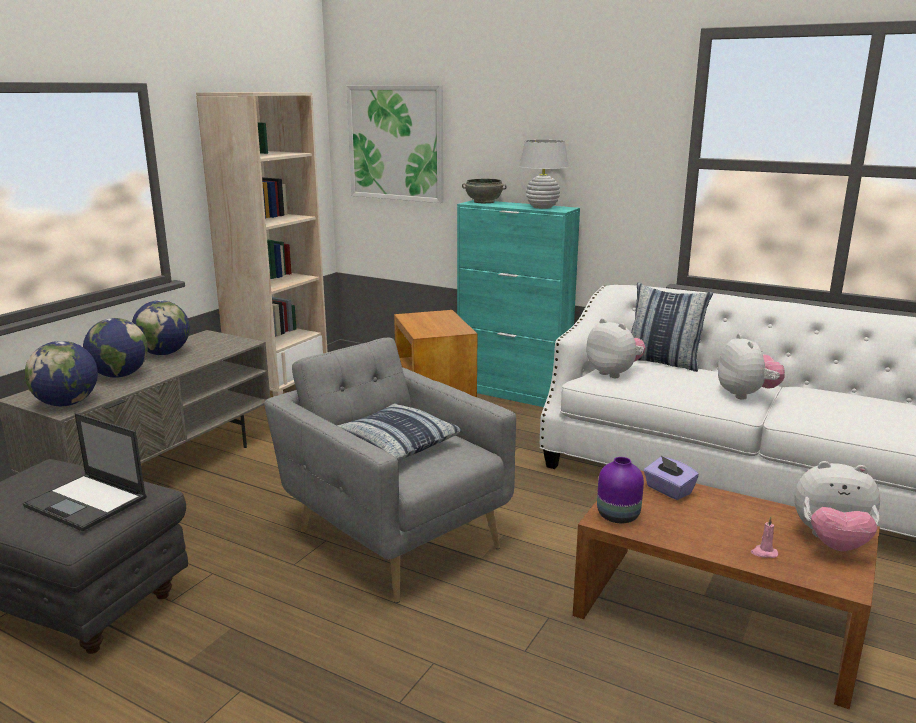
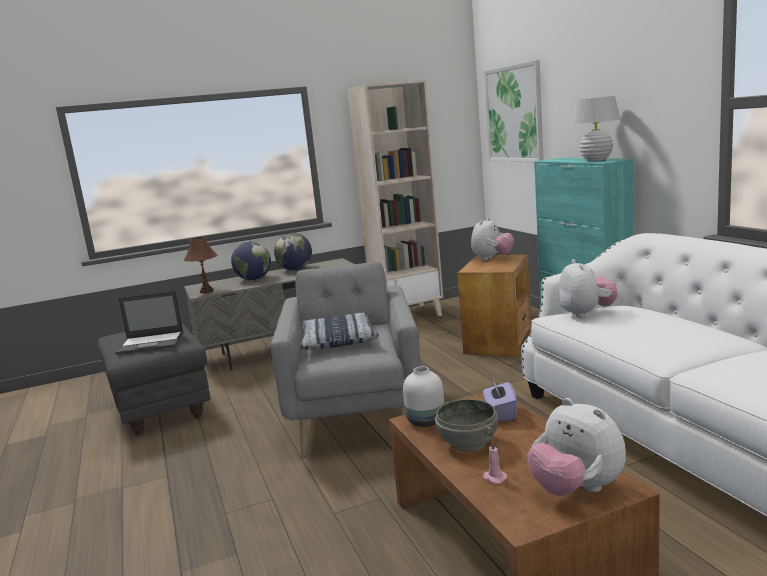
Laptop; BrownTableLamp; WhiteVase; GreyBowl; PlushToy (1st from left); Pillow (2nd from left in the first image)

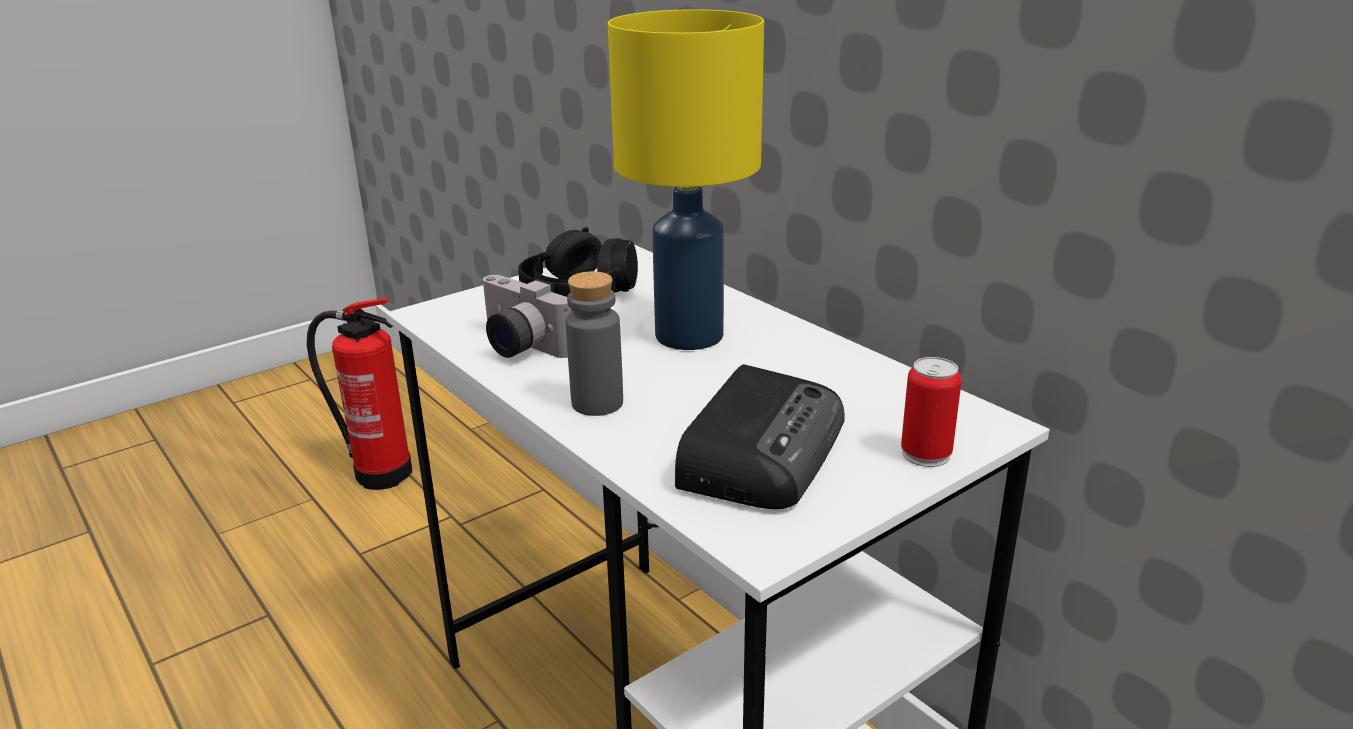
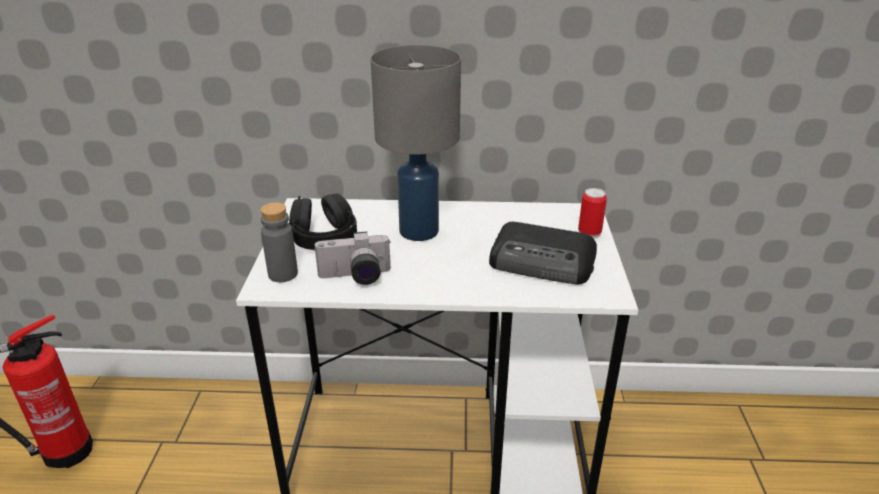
GreyBottle; GreyTableLamp; Radio

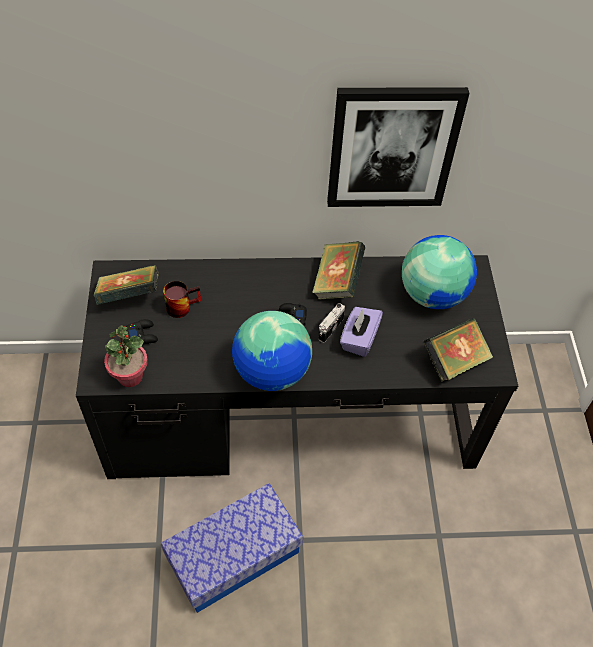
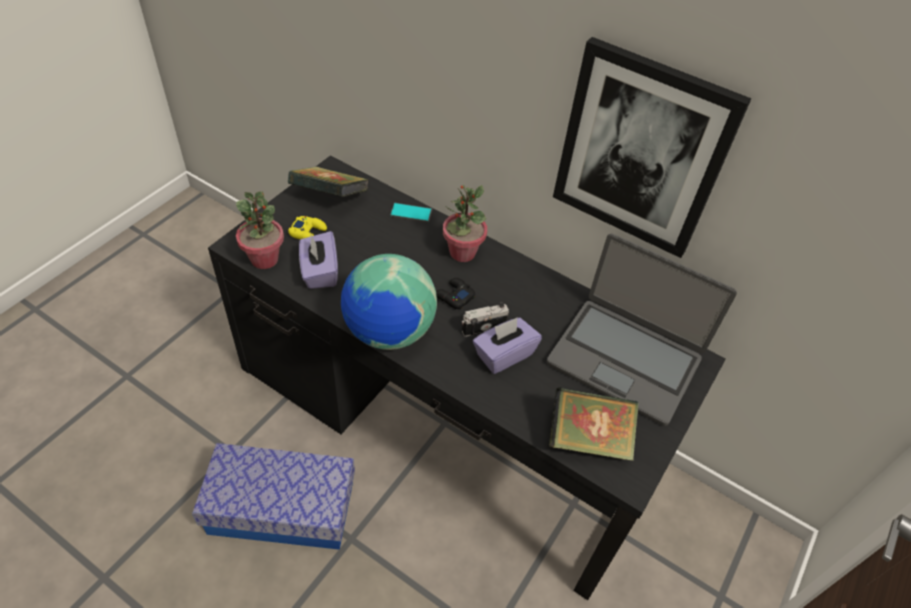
YellowGameController; PurpleTissueBox (1st from left); Phone; PottedPlant (2nd from left); Laptop; Mug; Book (2nd from left in the first image)

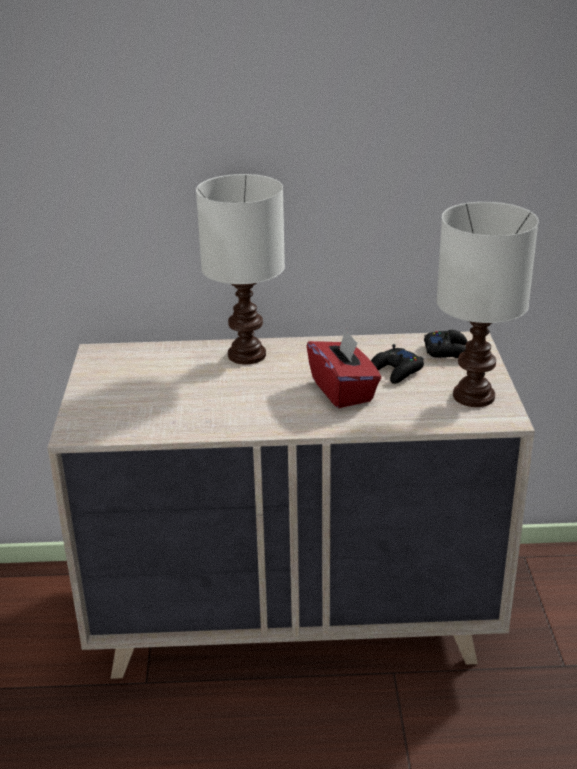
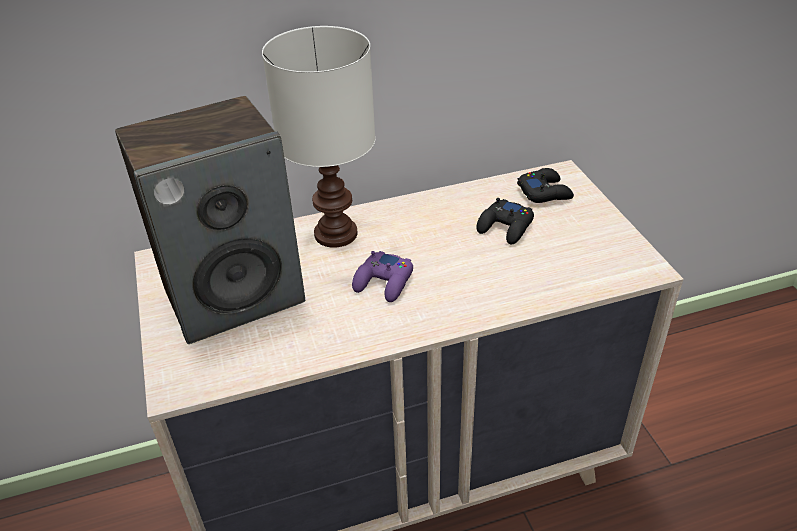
Speaker; PurpleGameController; RedTissueBox; WhiteTableLamp (2nd from left in the first image)

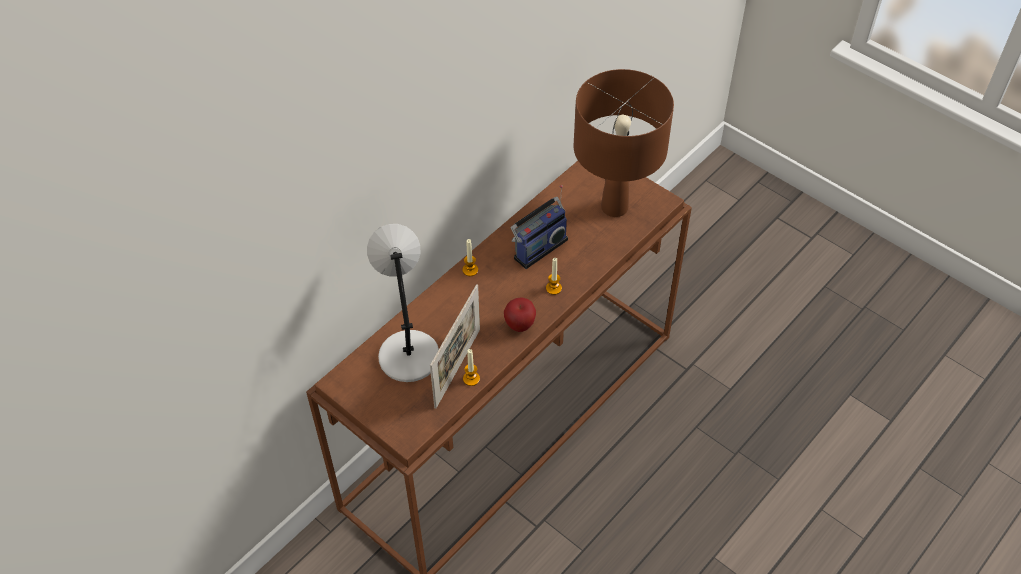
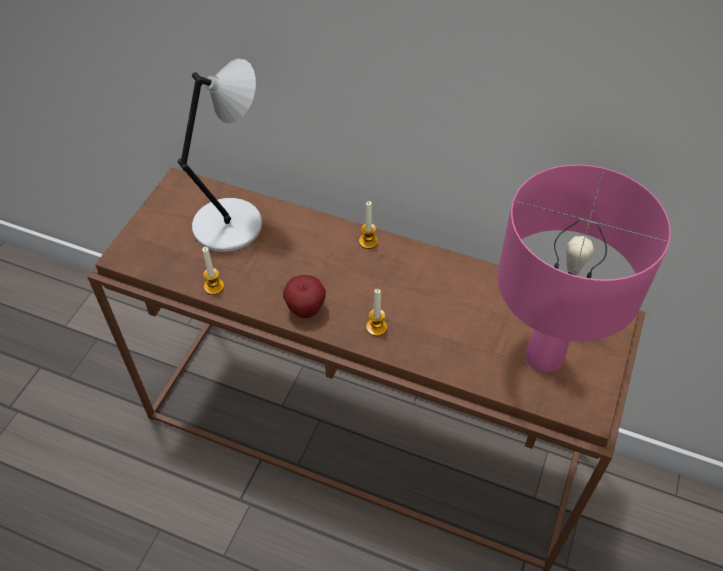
PinkTableLamp; PictureFrame; Radio

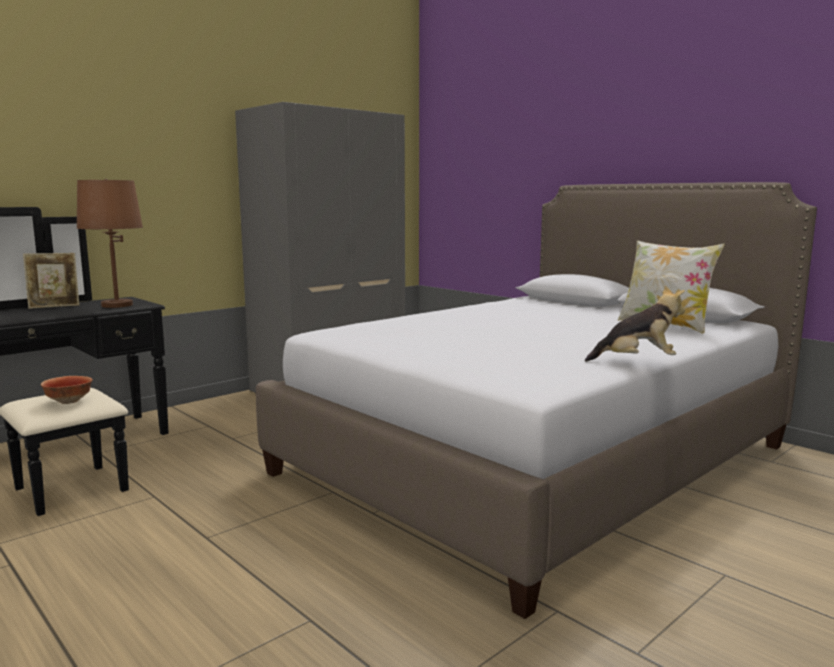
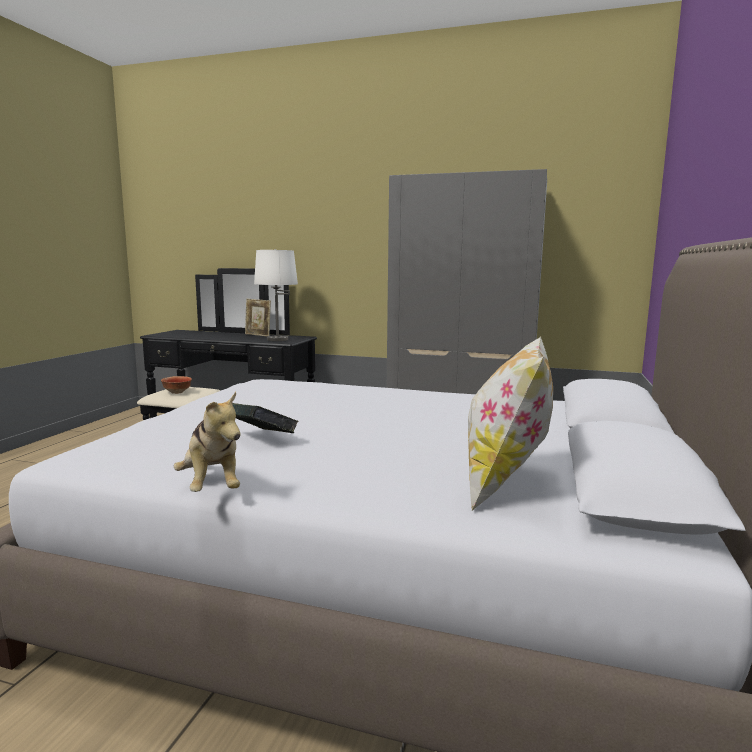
Book; WhiteTableLamp

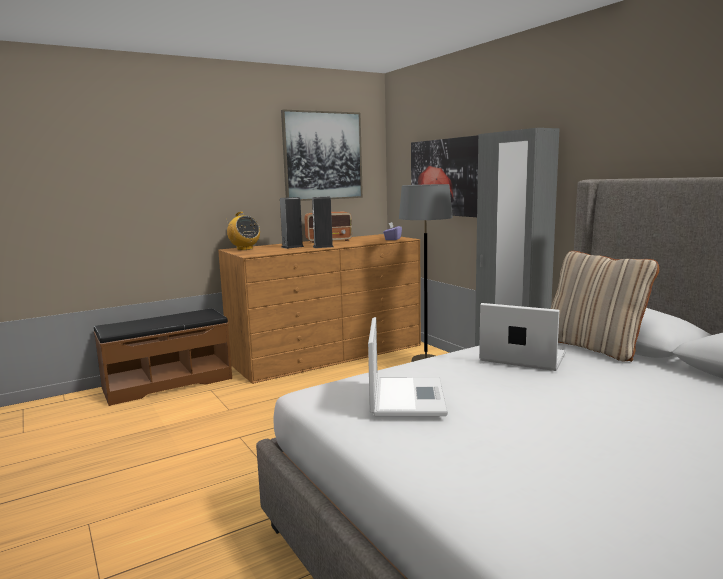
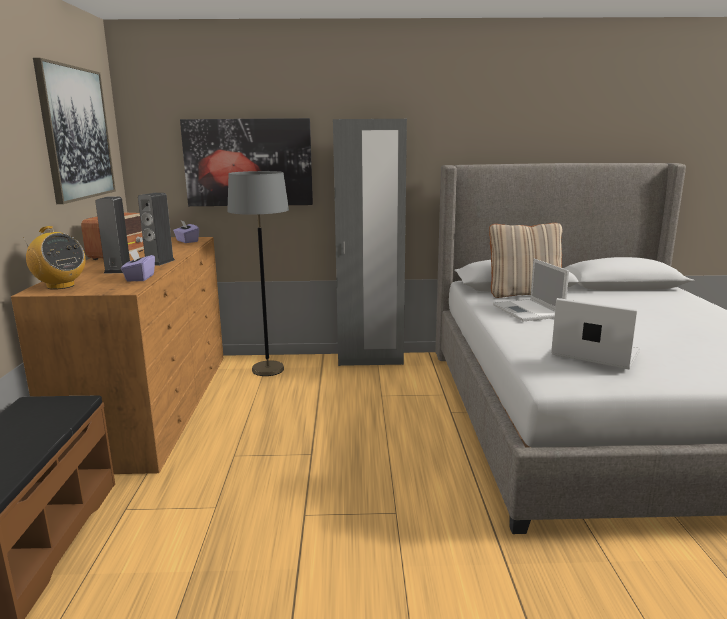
Radio (1st from left); PurpleTissueBox (1st from left); Laptop (1st from left)

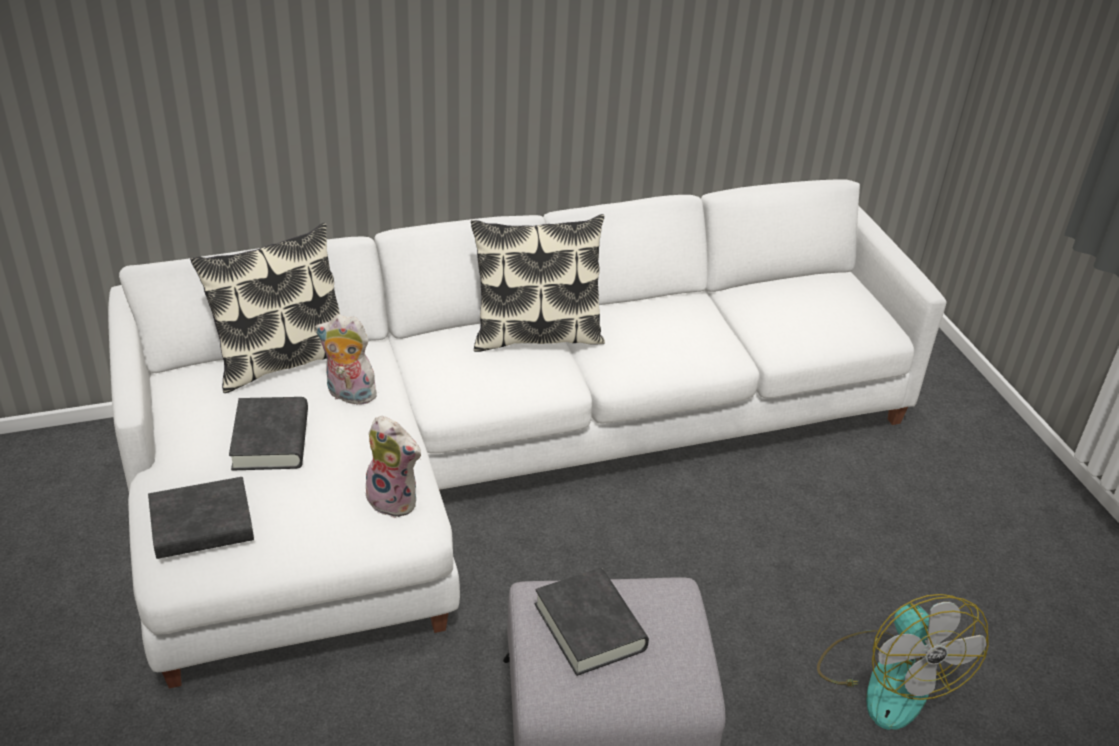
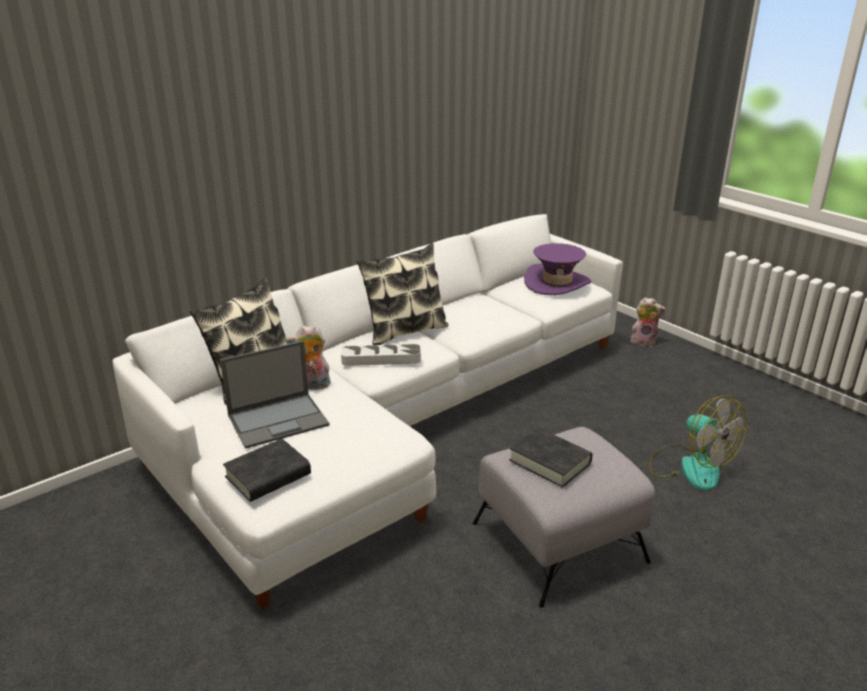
Laptop; GreyTray; PurpleHat; PlushToy (2nd from left)

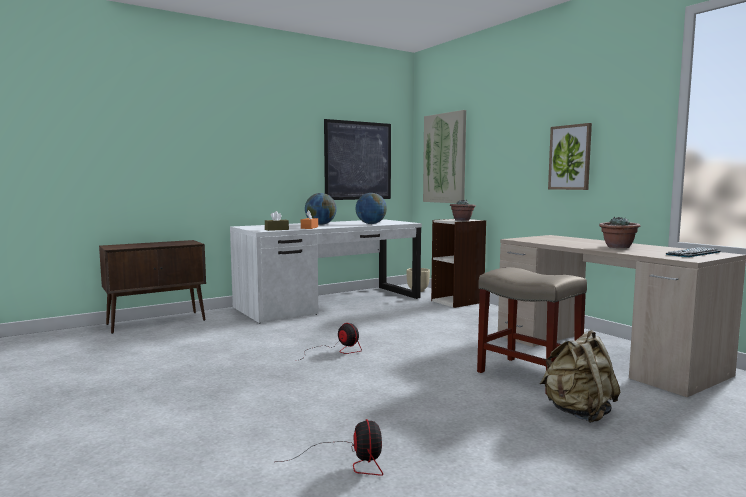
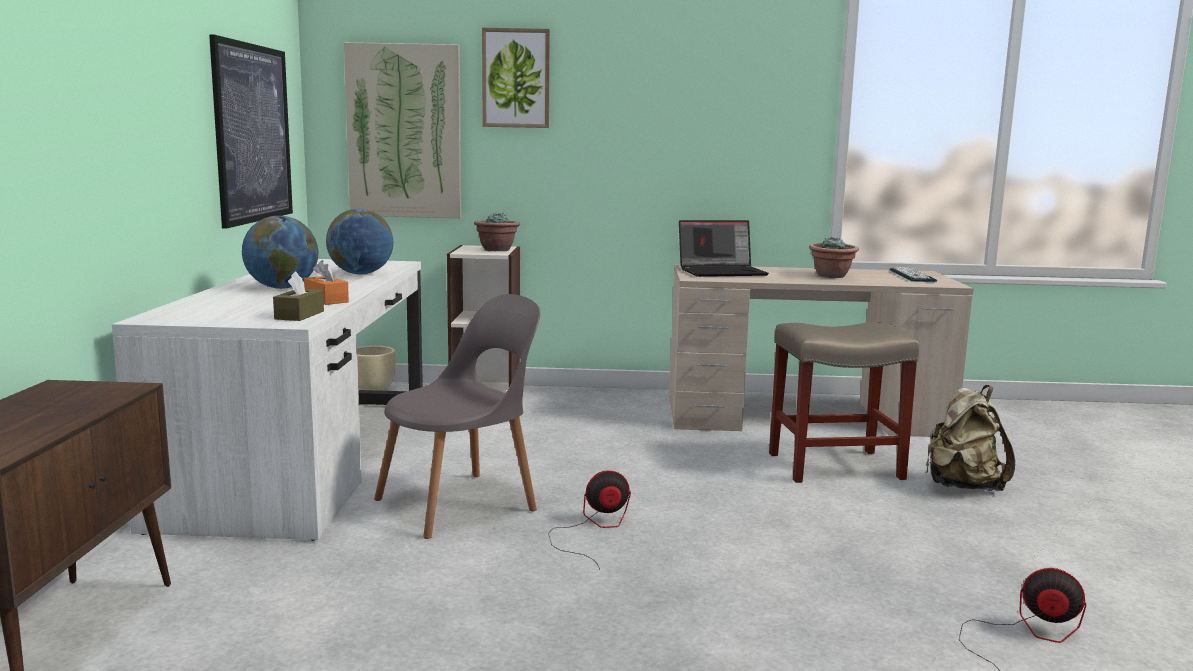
GreyChair; Picture (3rd from left); Laptop

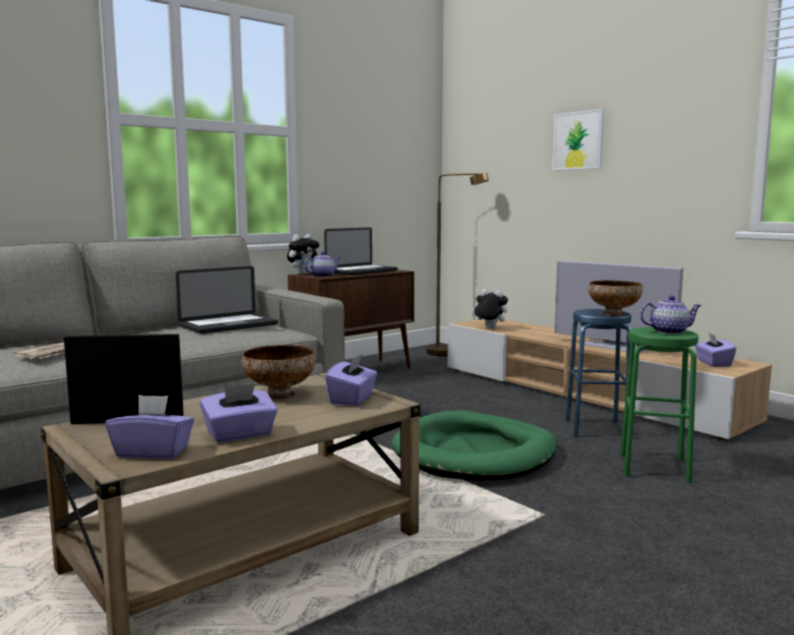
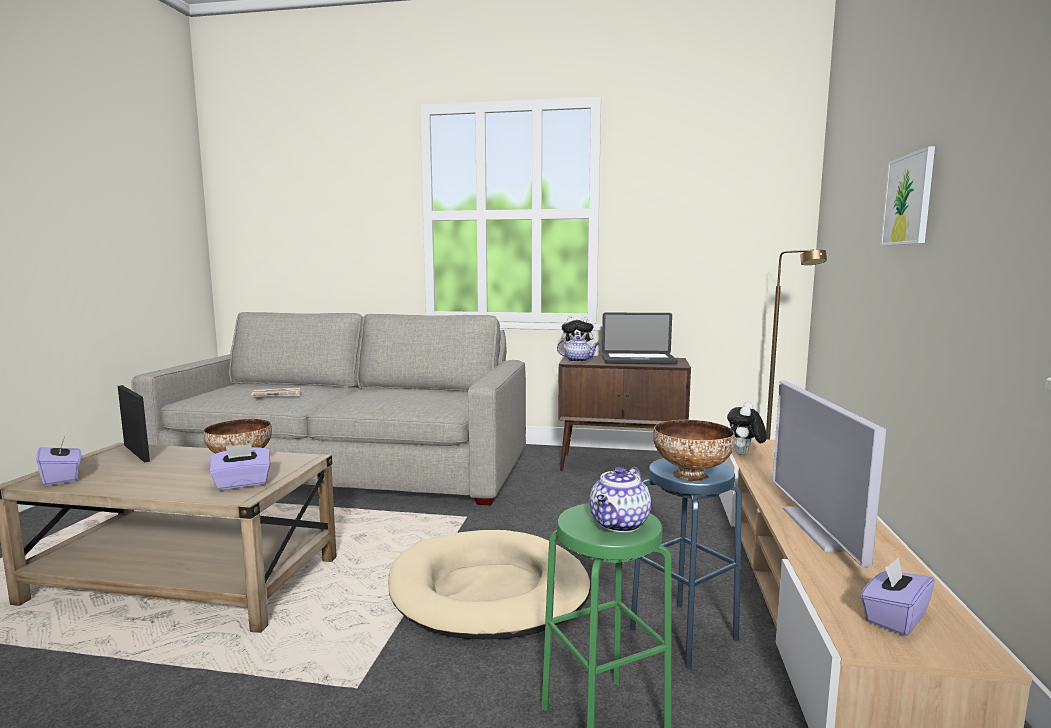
BeigeDogBed; Teapot (2nd from left); PlushToy (2nd from left); Laptop (1st from left in the first image); PurpleTissueBox (2nd from left in the first image)

